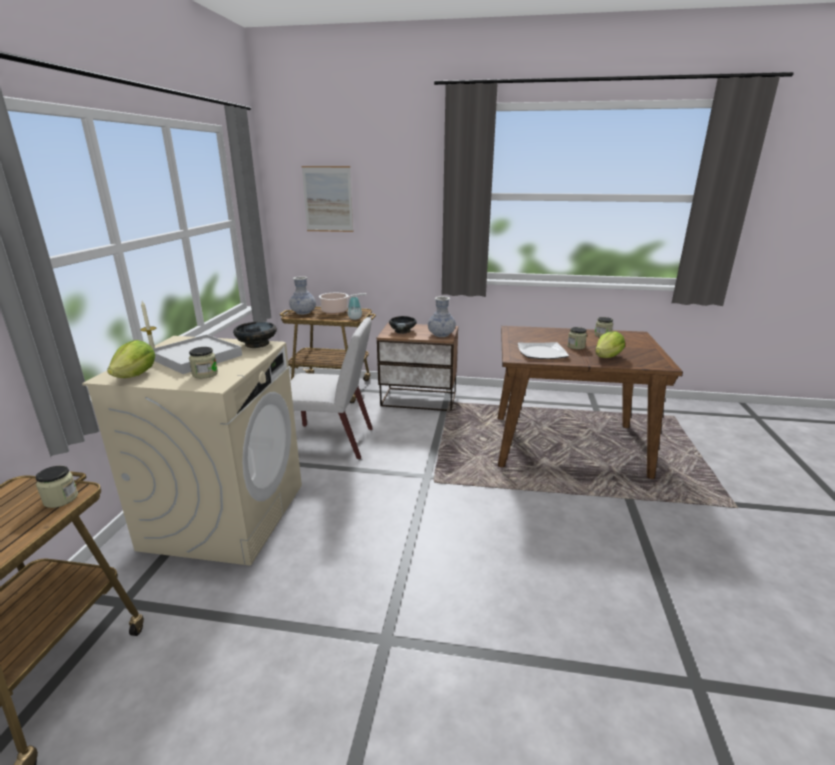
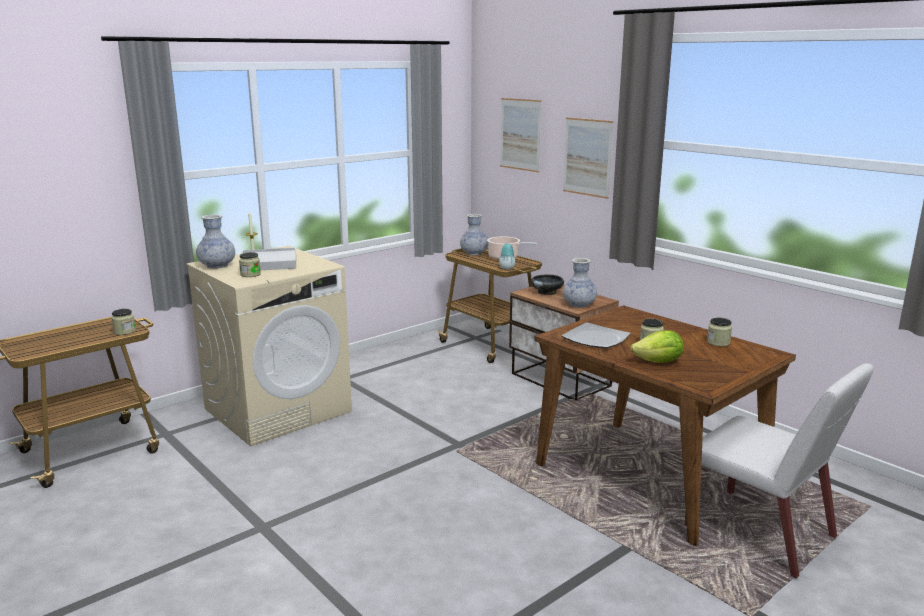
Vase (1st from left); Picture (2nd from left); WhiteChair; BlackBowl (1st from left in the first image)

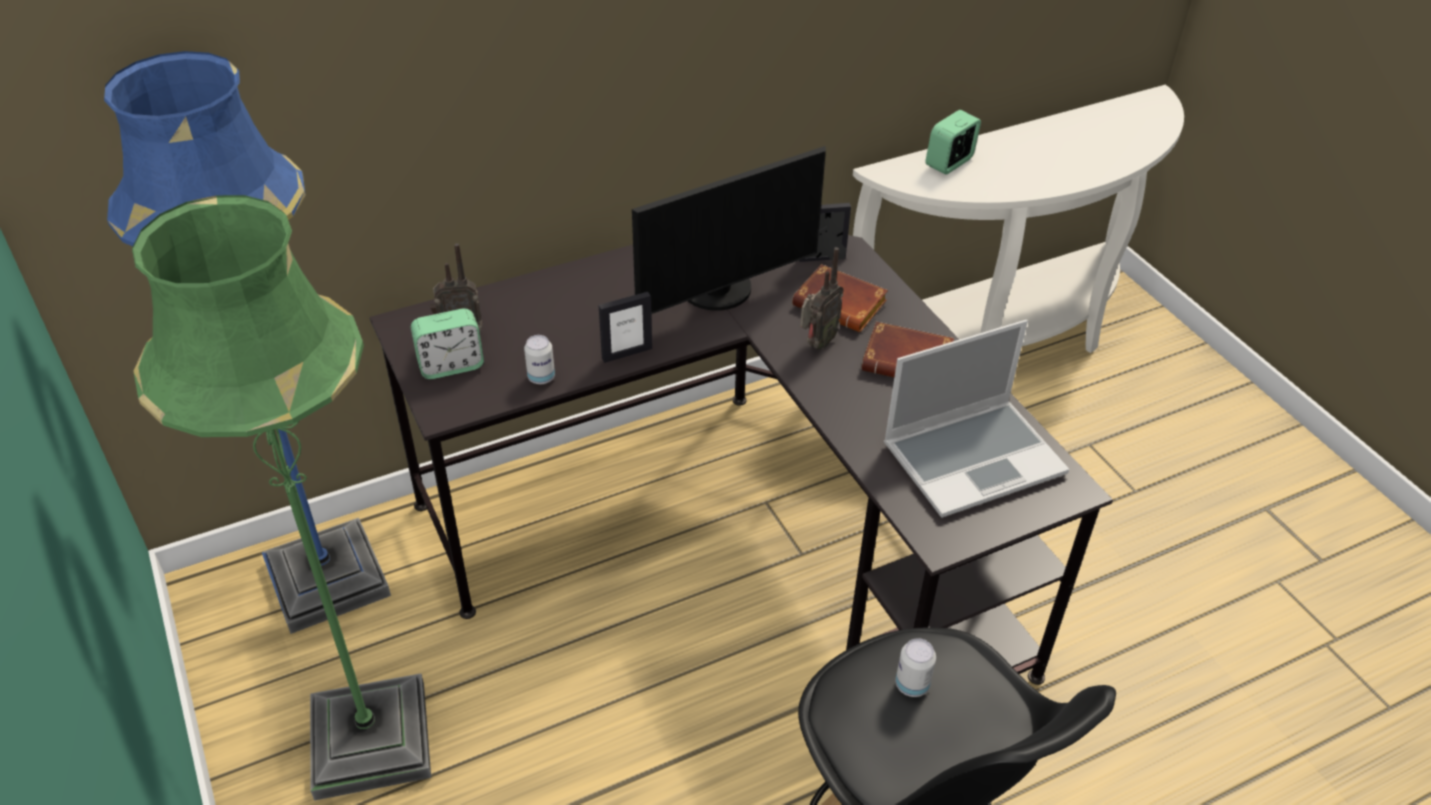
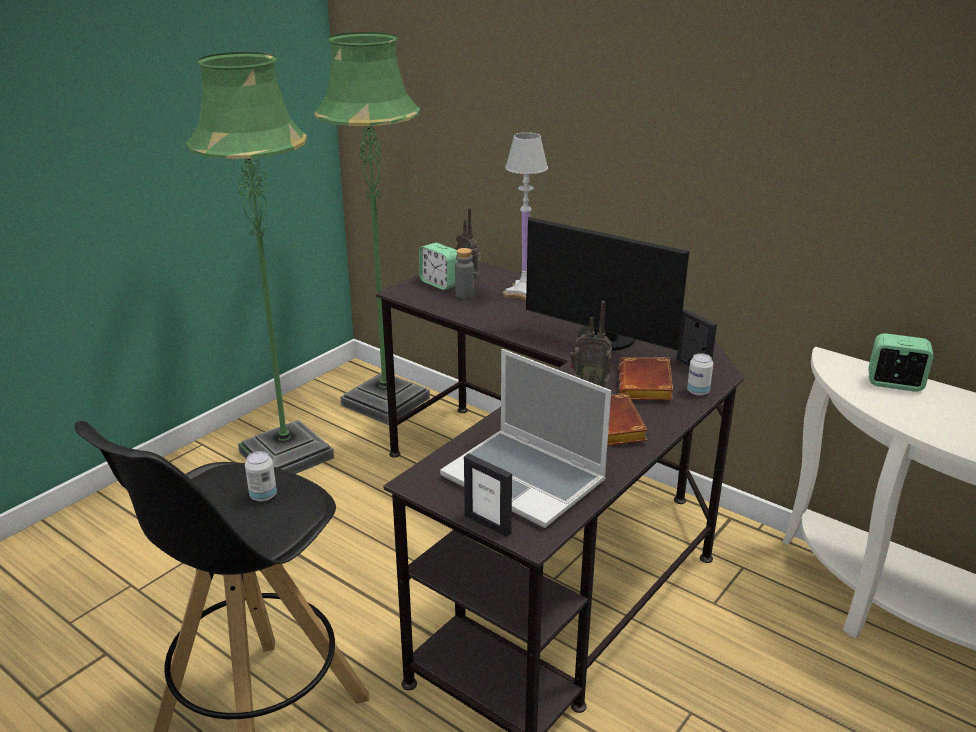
GreenFloorLamp (2nd from left); GreyBottle; PictureFrame (1st from left); WhiteTableLamp; Can (2nd from left)

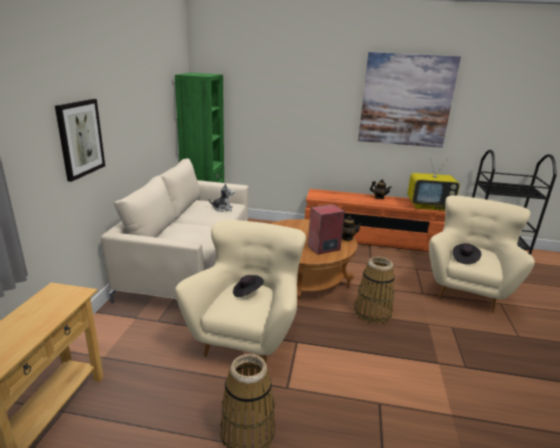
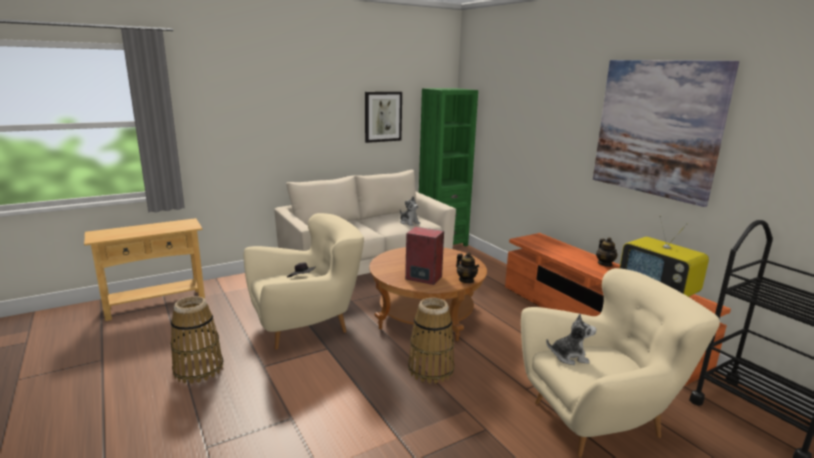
Picture (1st from left); PlushToy (2nd from left)

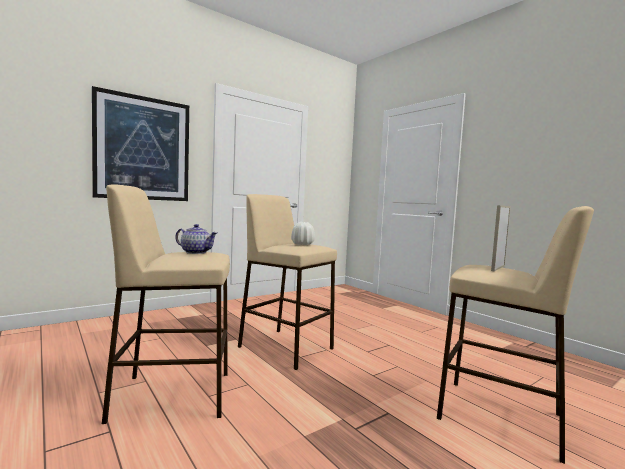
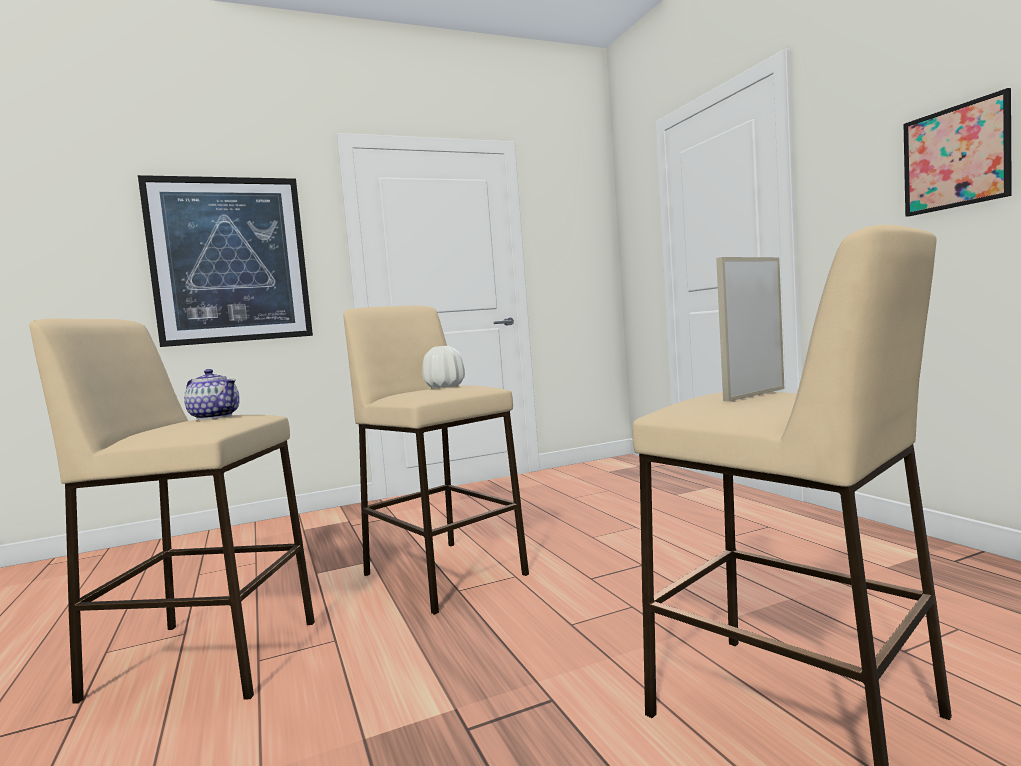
Picture (2nd from left)

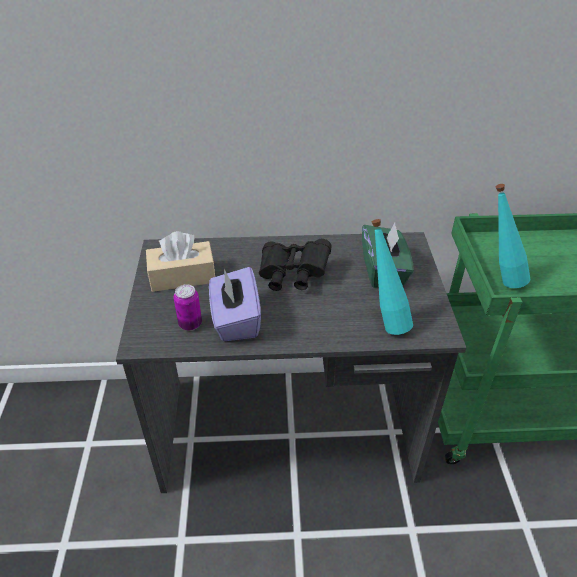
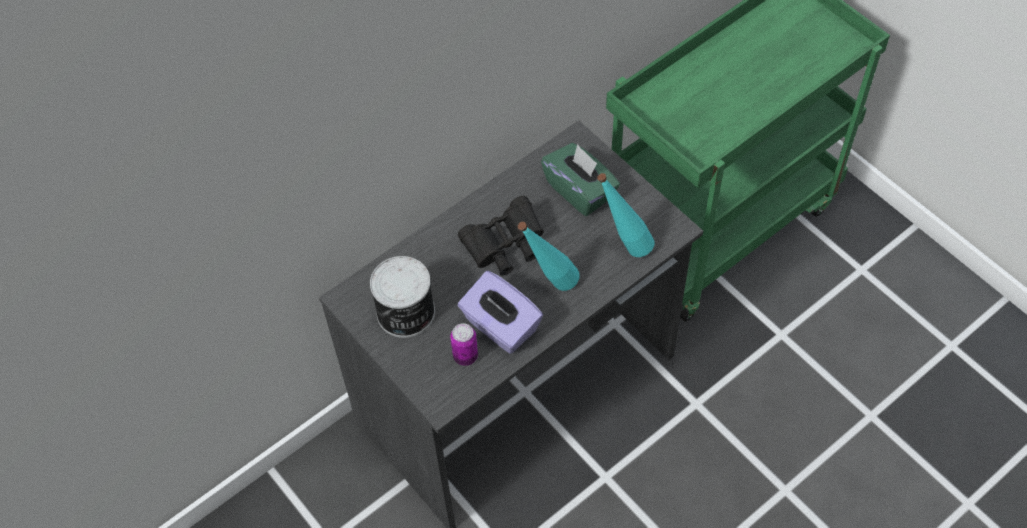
Can (1st from left); TurquoiseBottle (1st from left)

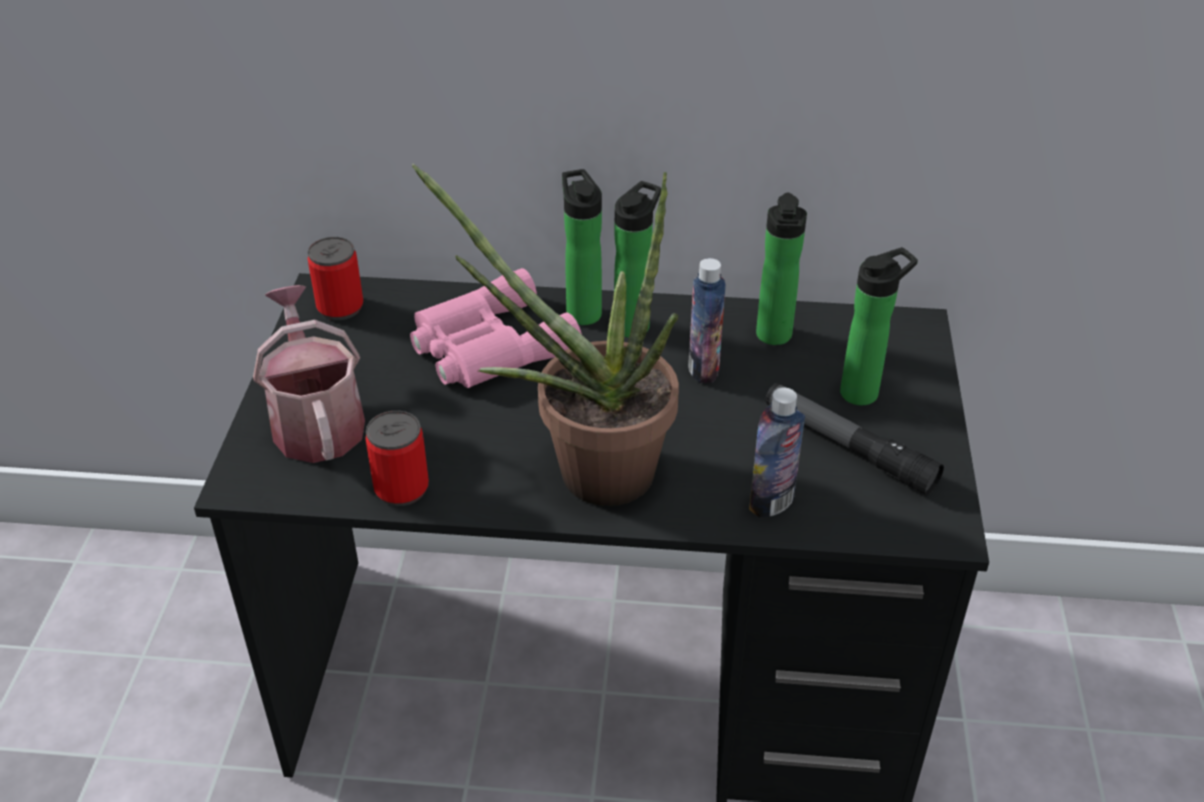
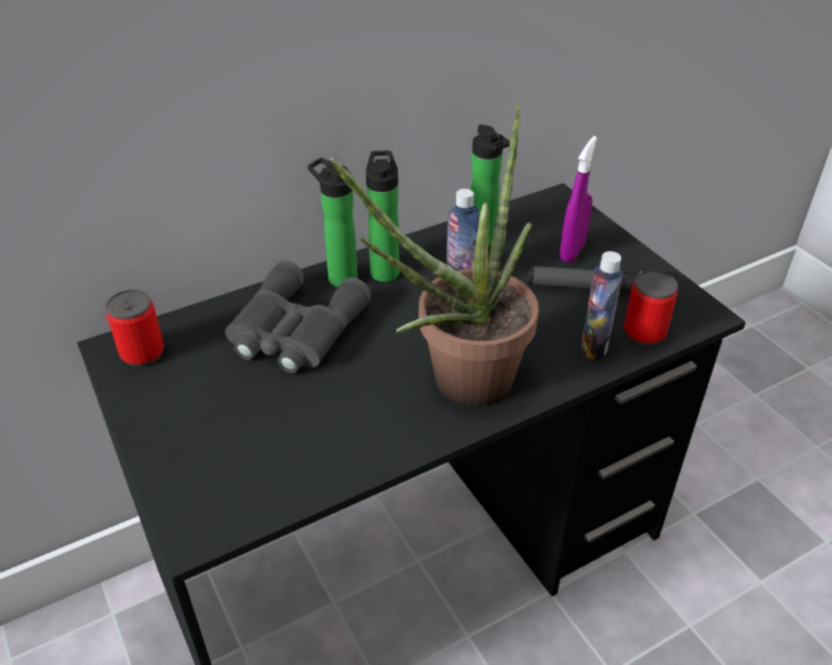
GreyBinoculars; PurpleSprayBottle; Can (2nd from left); WateringCan

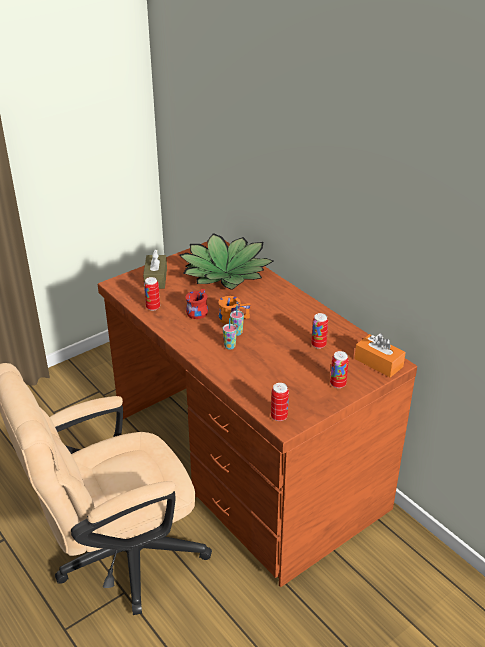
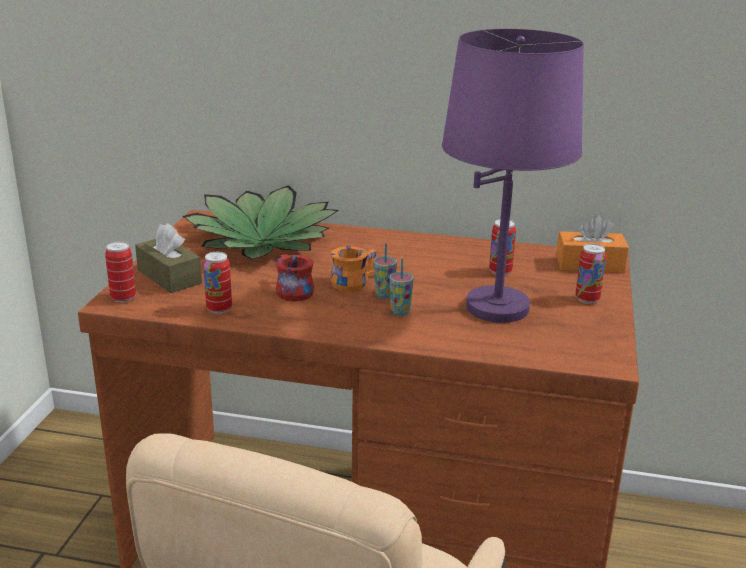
Can (1st from left); PurpleTableLamp

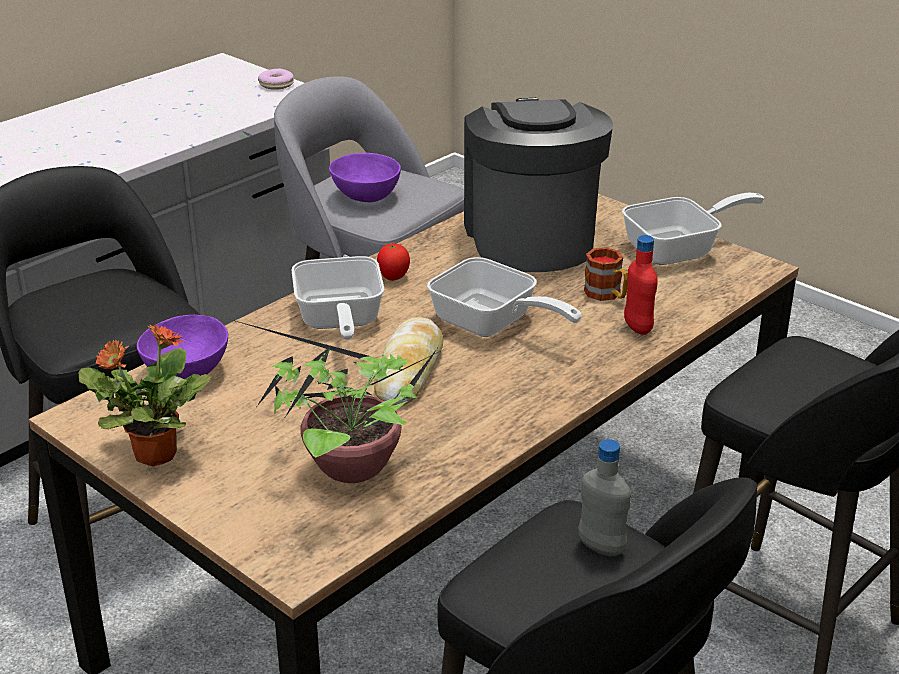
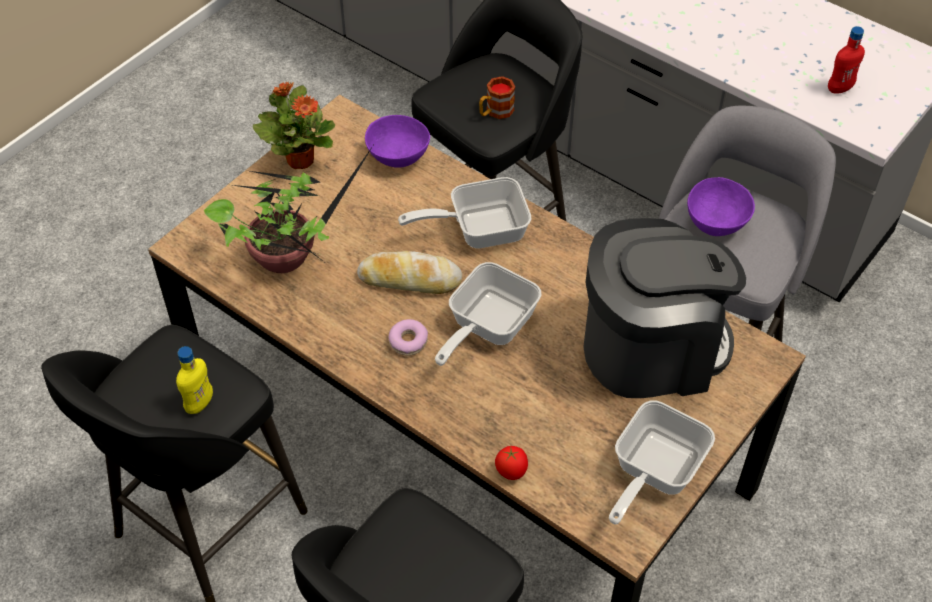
YellowBottle; Donut; Mug; Tomato; FryingPan (3rd from left); RedBottle

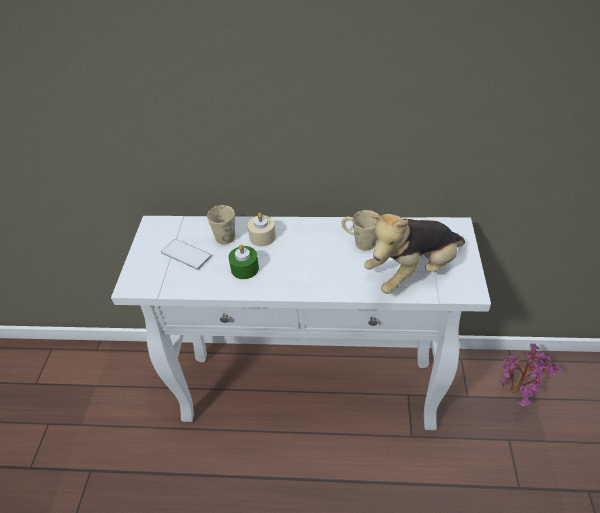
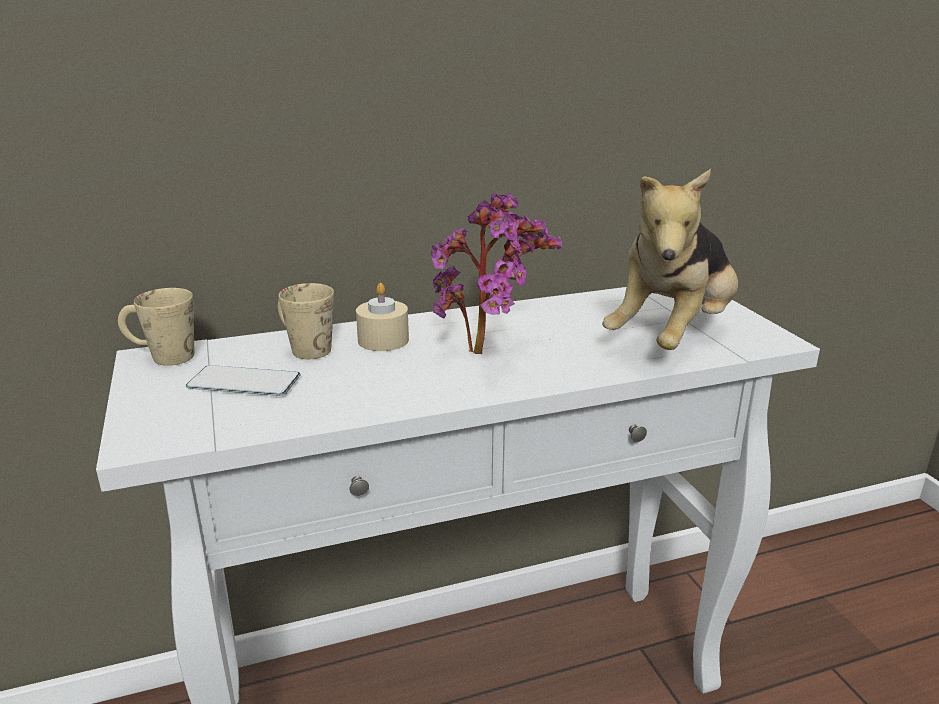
BeigeMug (1st from left); PottedPlant; GreenCandle

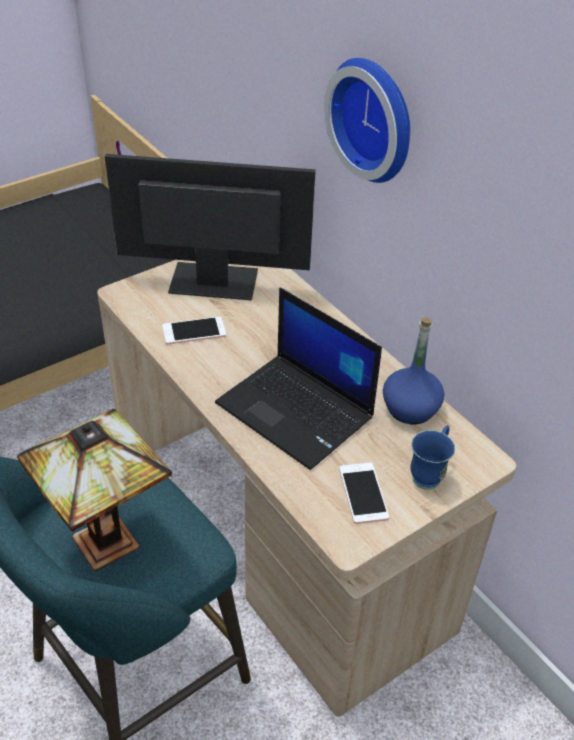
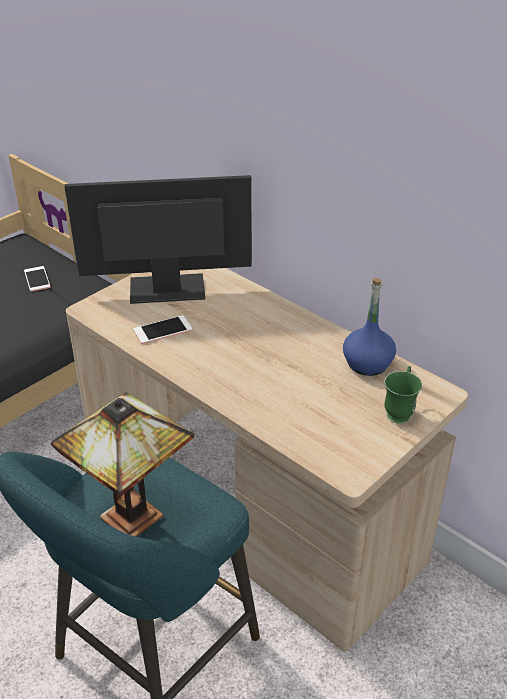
Phone (1st from left); GreenMug; Laptop; WallClock

